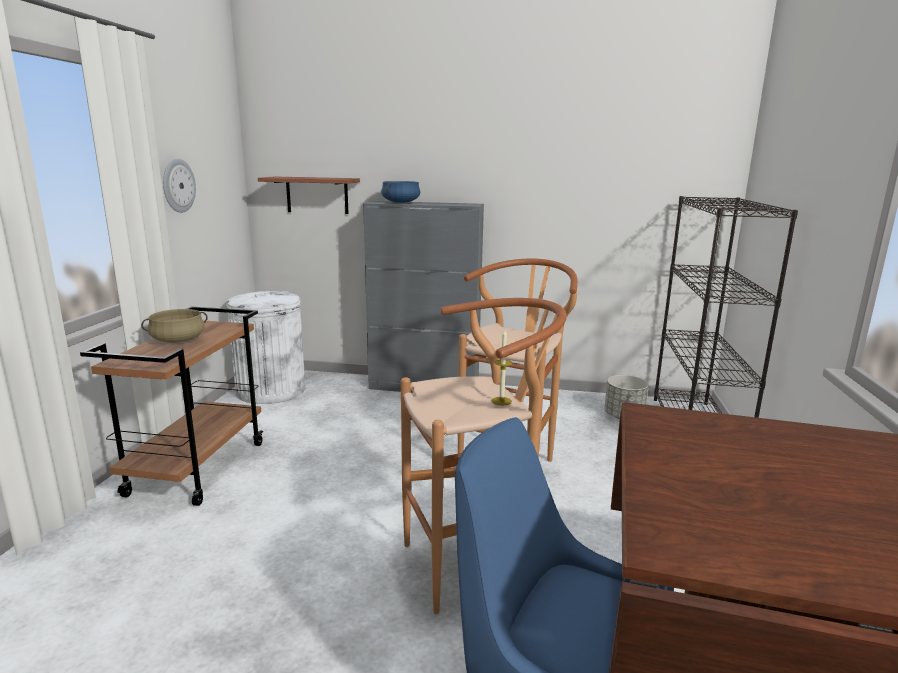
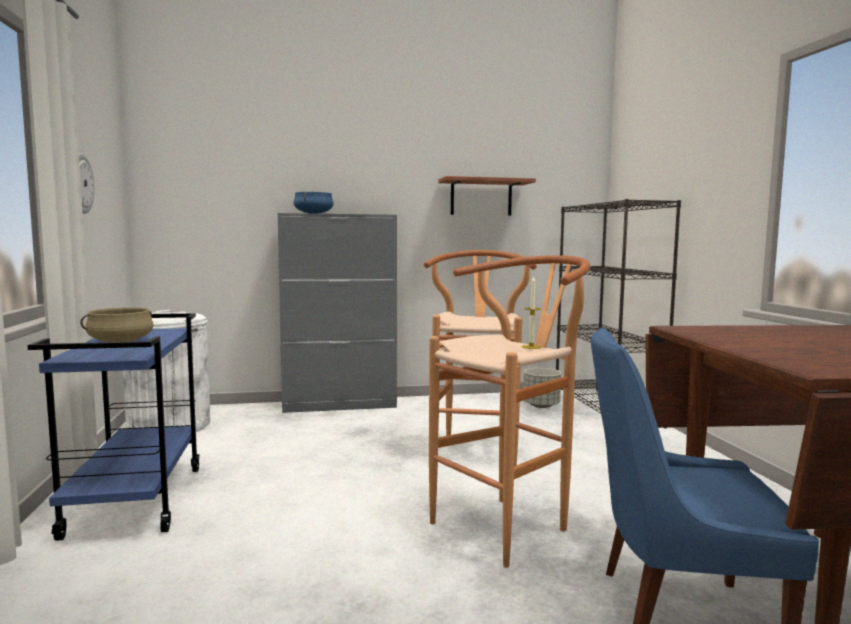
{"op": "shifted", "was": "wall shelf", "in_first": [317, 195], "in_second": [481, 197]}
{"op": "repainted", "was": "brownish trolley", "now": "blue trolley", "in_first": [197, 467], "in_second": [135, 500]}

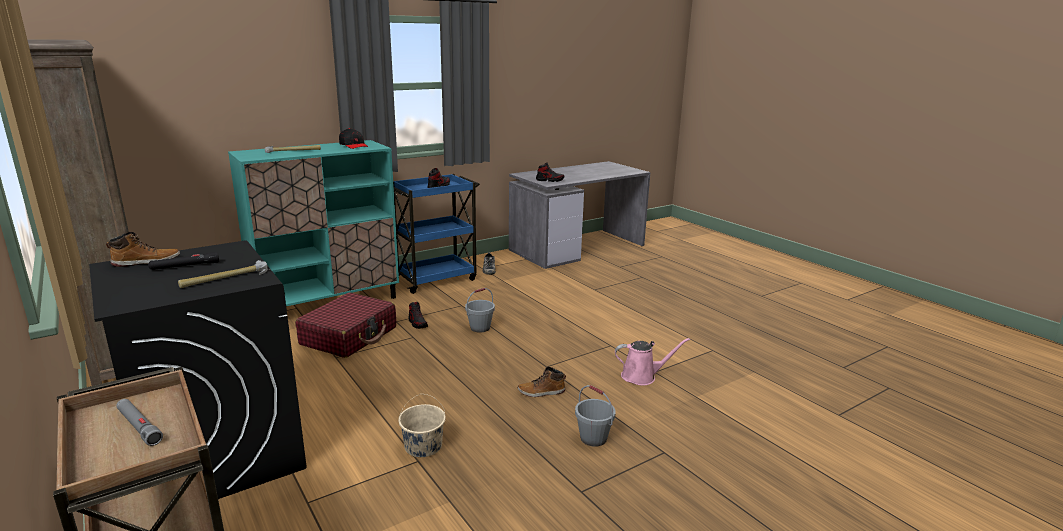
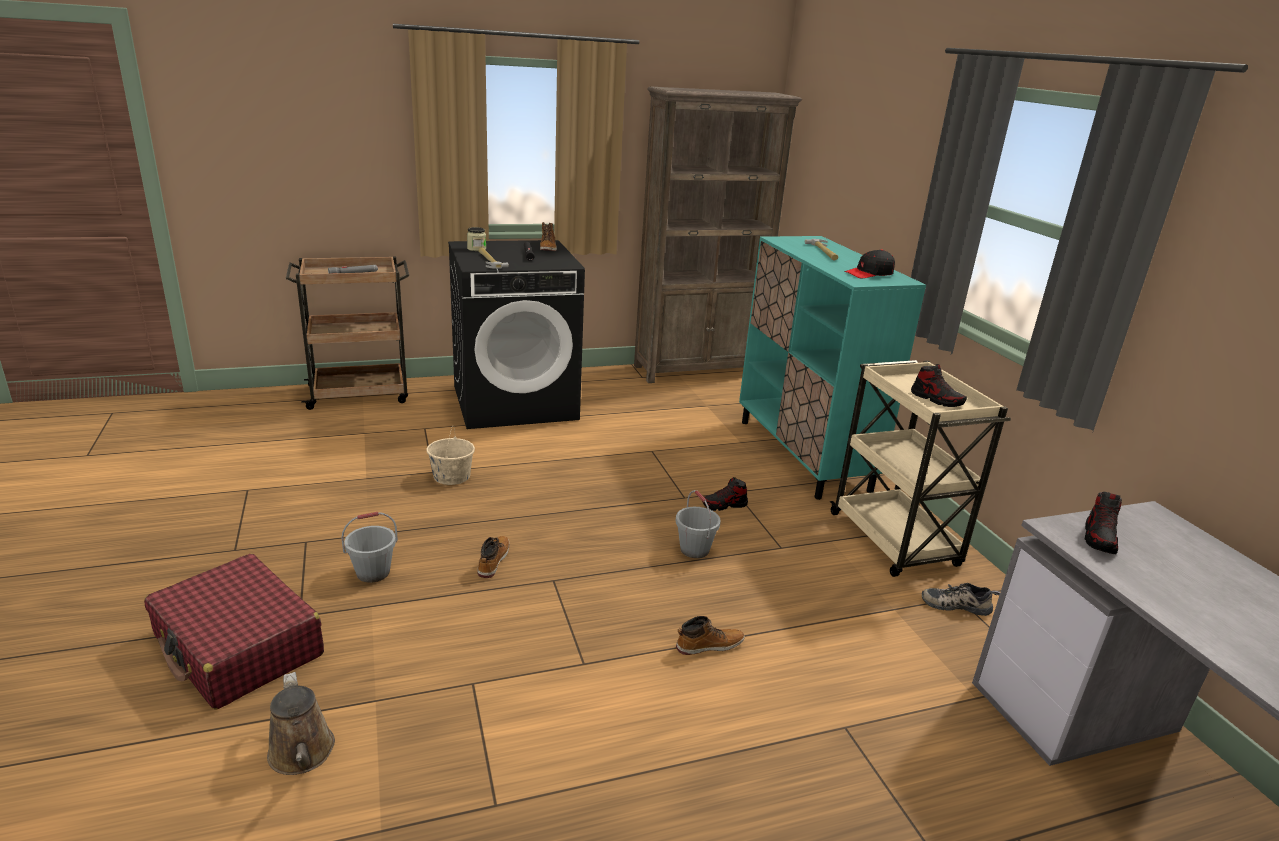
{"op": "repainted", "was": "blue trolley", "now": "beige-coloured trolley", "in_first": [436, 279], "in_second": [895, 541]}
{"op": "shifted", "was": "red-coloured piece of luggage", "in_first": [349, 336], "in_second": [239, 647]}
{"op": "gone", "was": "pink watering pot", "in_first": [642, 376]}
{"op": "new", "now": "preserve jar", "in_second": [476, 249]}
{"op": "new", "now": "high-top boot", "in_second": [709, 645]}
{"op": "new", "now": "brownish watering pot", "in_second": [302, 755]}

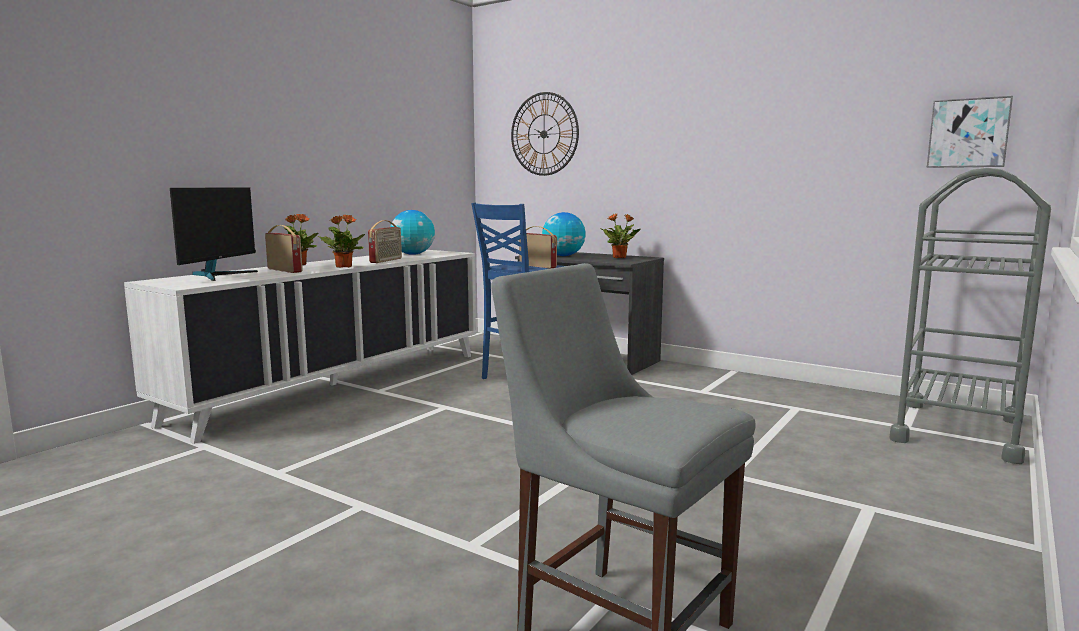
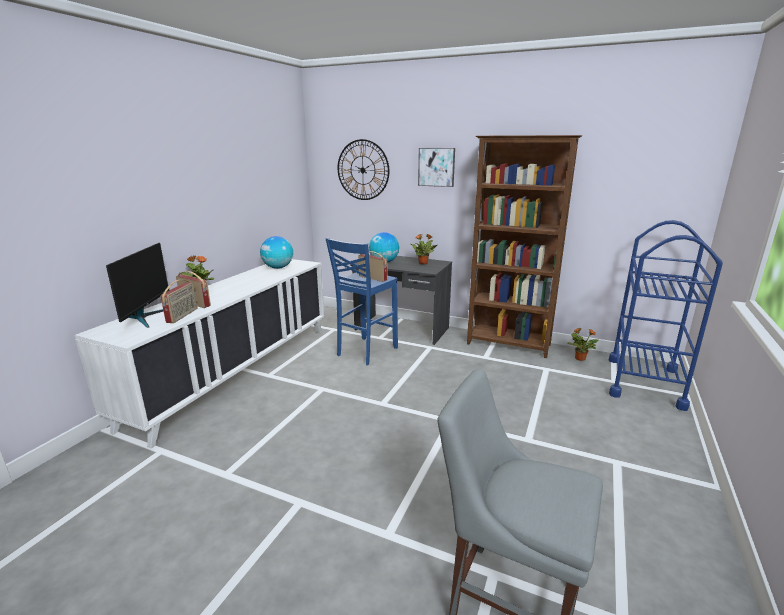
{"op": "shifted", "was": "wall picture", "in_first": [968, 133], "in_second": [436, 167]}
{"op": "repainted", "was": "greyish trolley", "now": "blue trolley", "in_first": [958, 431], "in_second": [644, 382]}
{"op": "shifted", "was": "potted plant", "in_first": [343, 266], "in_second": [579, 358]}
{"op": "shifted", "was": "radio receiver", "in_first": [386, 260], "in_second": [183, 315]}
{"op": "new", "now": "brownish shelving unit", "in_second": [509, 345]}

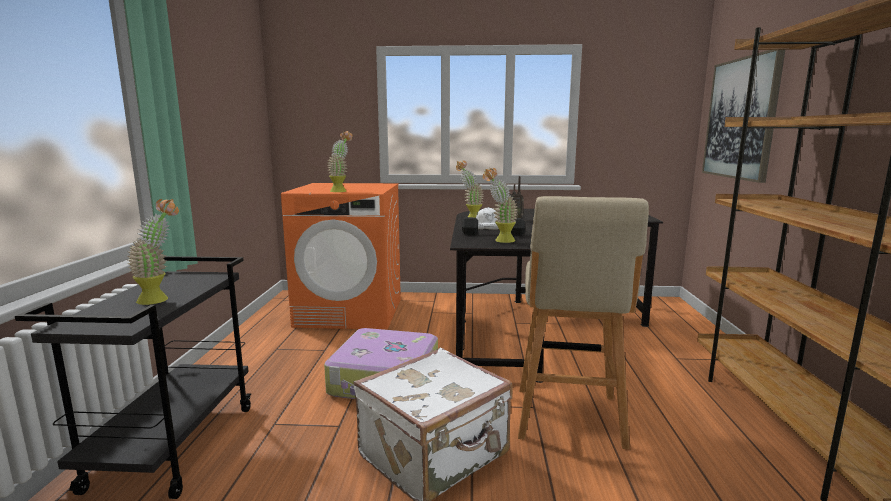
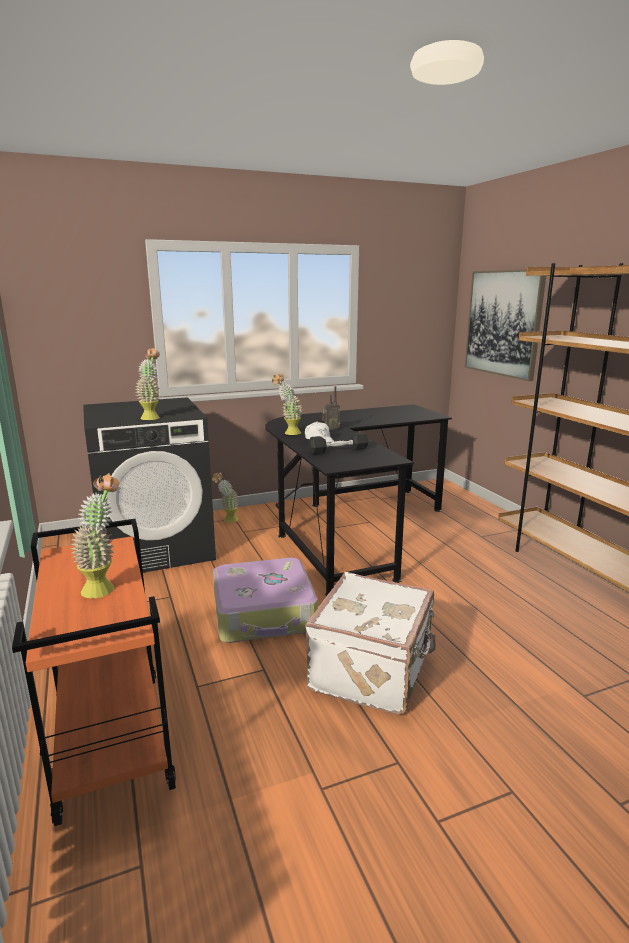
{"op": "shifted", "was": "potted plant", "in_first": [499, 241], "in_second": [227, 521]}
{"op": "repainted", "was": "orangey washing machine", "now": "blackish washing machine", "in_first": [351, 312], "in_second": [156, 548]}
{"op": "gone", "was": "beige-coloured stool", "in_first": [568, 419]}
{"op": "repainted", "was": "blackish trolley", "now": "orangey trolley", "in_first": [174, 445], "in_second": [110, 740]}

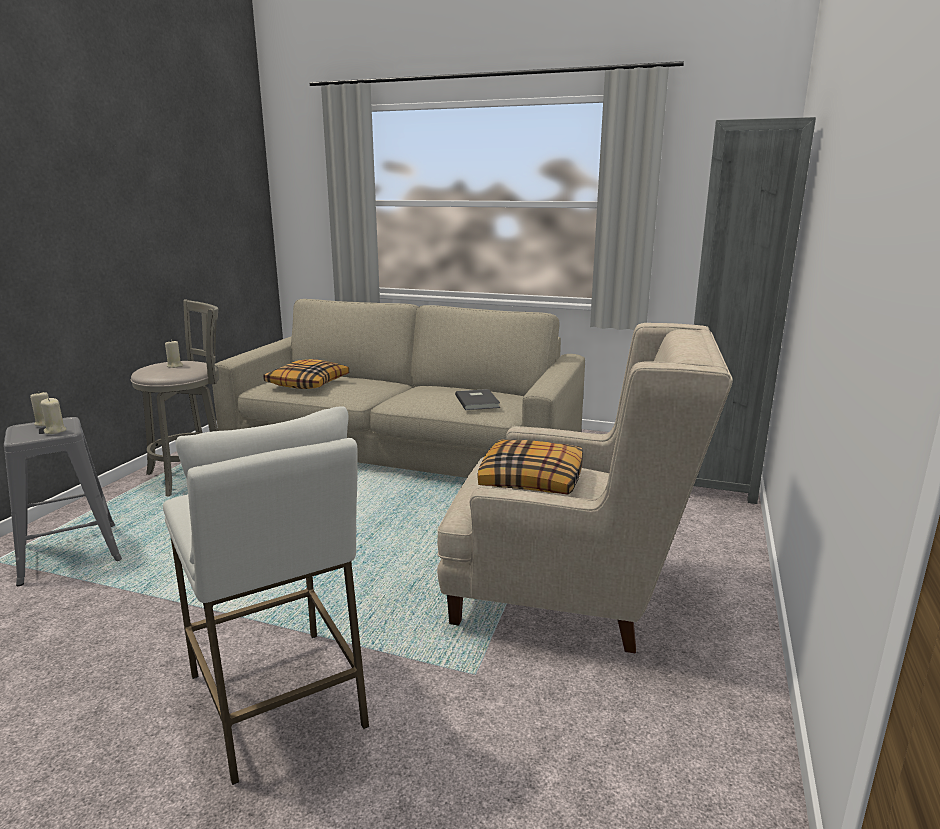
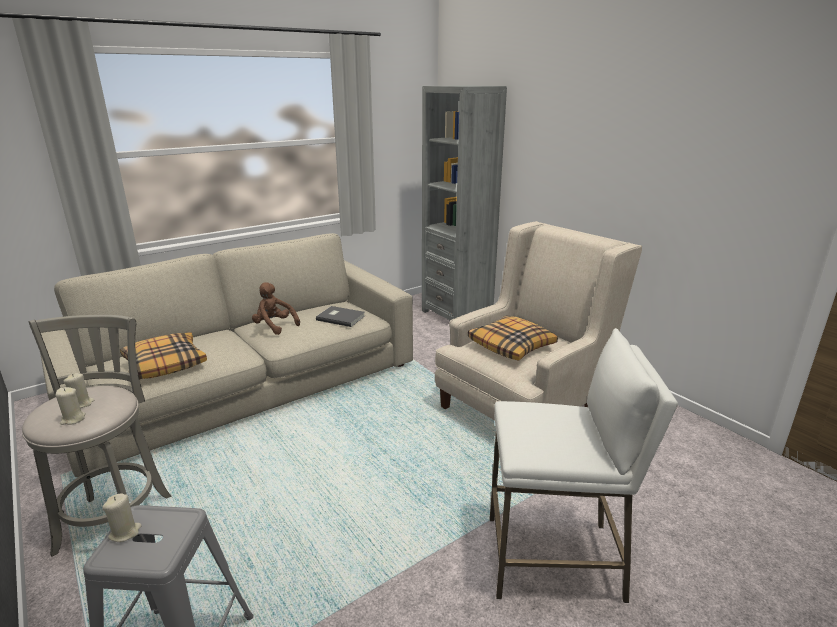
{"op": "shifted", "was": "beige-coloured wax candle", "in_first": [55, 431], "in_second": [73, 419]}
{"op": "new", "now": "brownish cuddly toy", "in_second": [274, 326]}

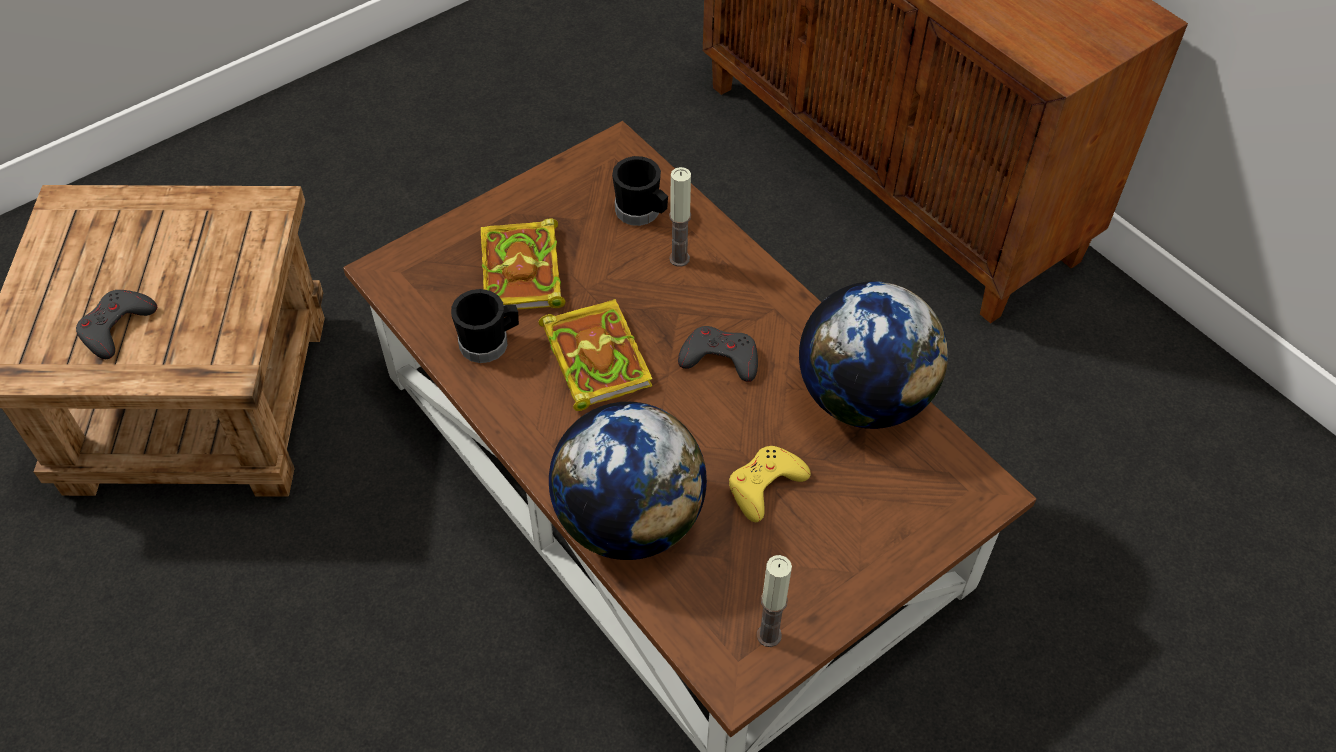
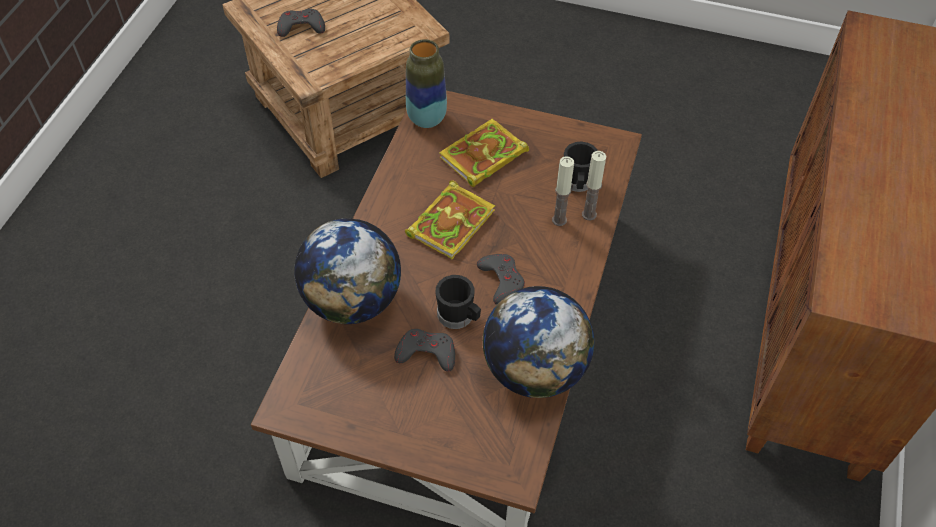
{"op": "shifted", "was": "blackish mug", "in_first": [489, 343], "in_second": [459, 316]}
{"op": "repainted", "was": "yellow-coloured joypad", "now": "greyish joypad", "in_first": [765, 485], "in_second": [426, 353]}
{"op": "shifted", "was": "wax candle", "in_first": [769, 635], "in_second": [589, 214]}
{"op": "new", "now": "vase", "in_second": [426, 119]}

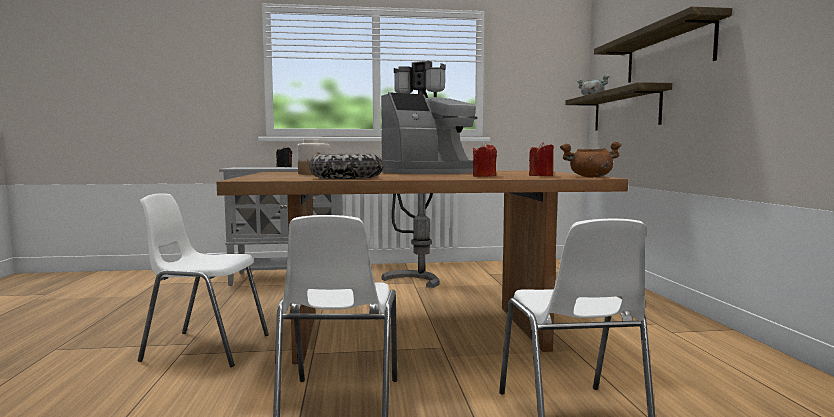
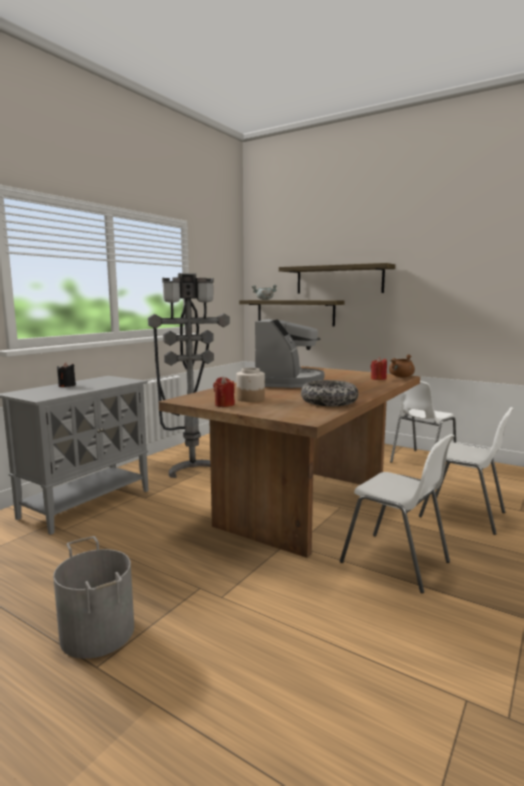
{"op": "shifted", "was": "red-coloured wax candle", "in_first": [484, 176], "in_second": [224, 405]}
{"op": "shifted", "was": "white upright chair", "in_first": [205, 348], "in_second": [422, 461]}
{"op": "new", "now": "greyish bucket", "in_second": [96, 633]}

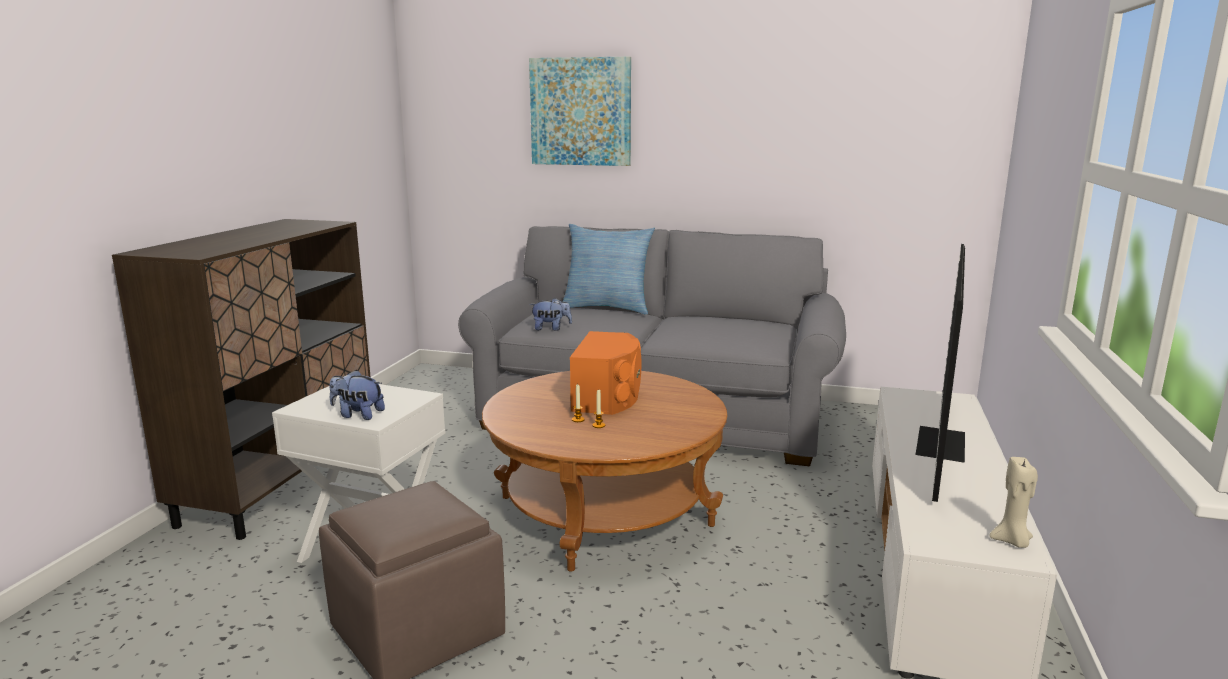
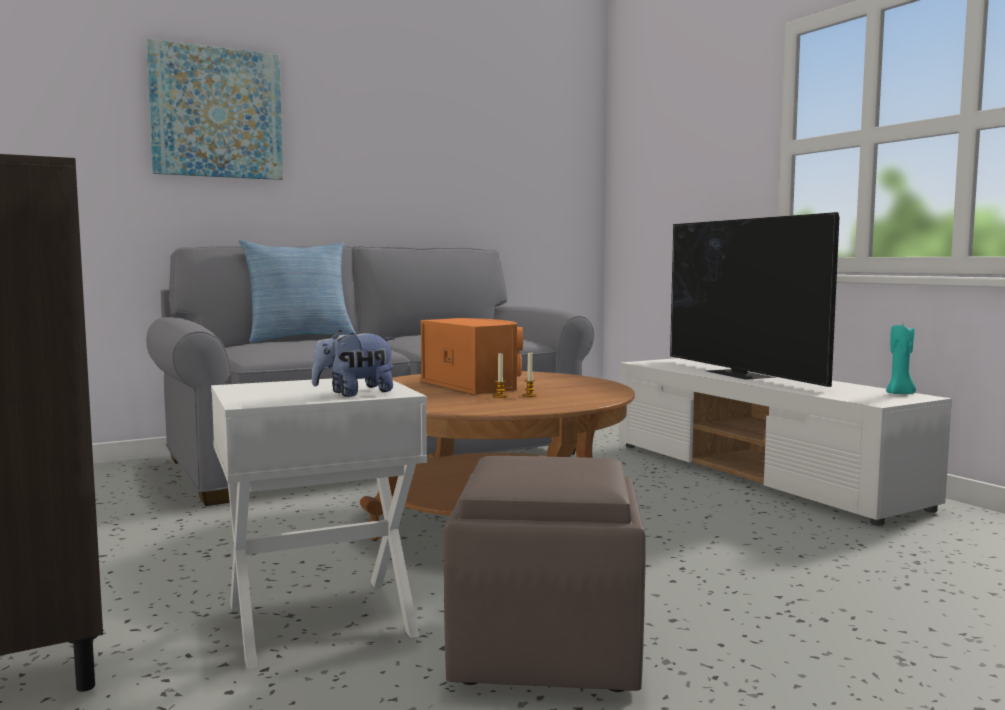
{"op": "gone", "was": "cuddly toy", "in_first": [551, 328]}
{"op": "repainted", "was": "beige-coloured wax candle", "now": "turquoise wax candle", "in_first": [1012, 541], "in_second": [900, 394]}

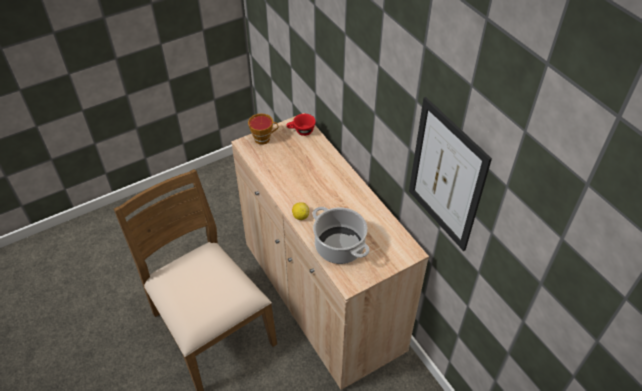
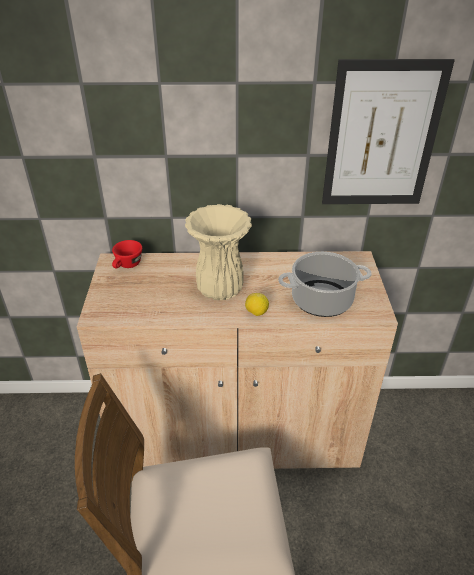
{"op": "gone", "was": "small cup", "in_first": [264, 138]}
{"op": "new", "now": "beige-coloured vase", "in_second": [220, 289]}

